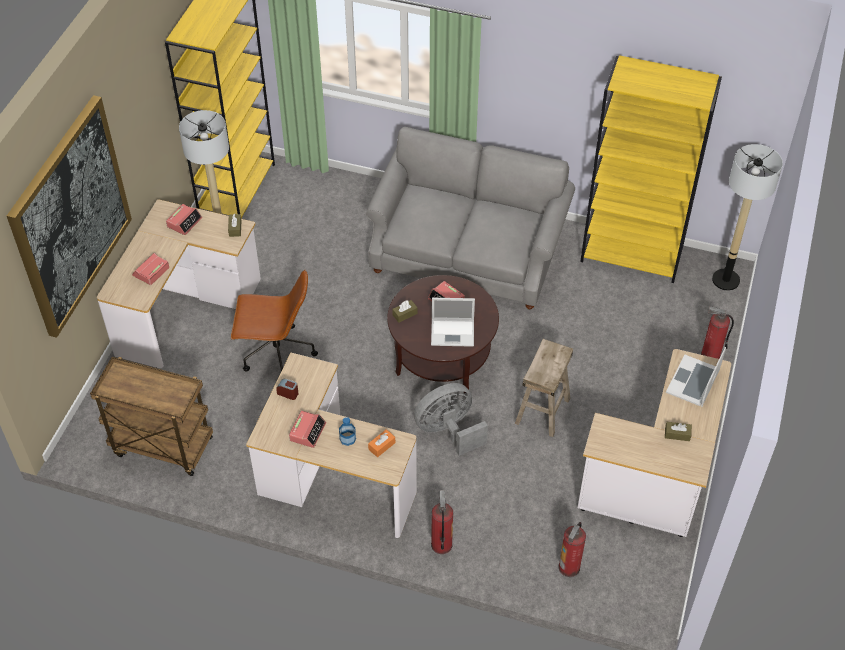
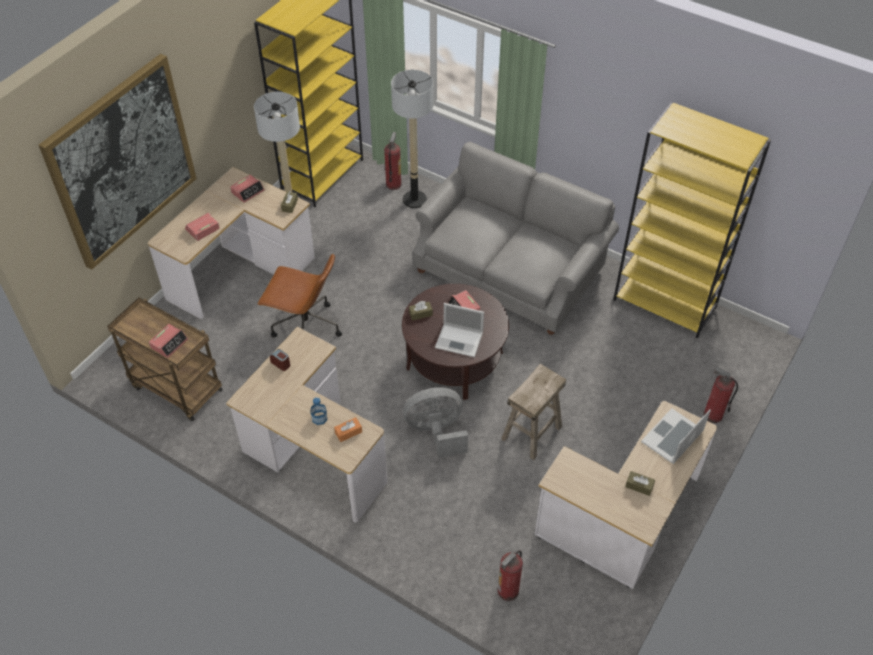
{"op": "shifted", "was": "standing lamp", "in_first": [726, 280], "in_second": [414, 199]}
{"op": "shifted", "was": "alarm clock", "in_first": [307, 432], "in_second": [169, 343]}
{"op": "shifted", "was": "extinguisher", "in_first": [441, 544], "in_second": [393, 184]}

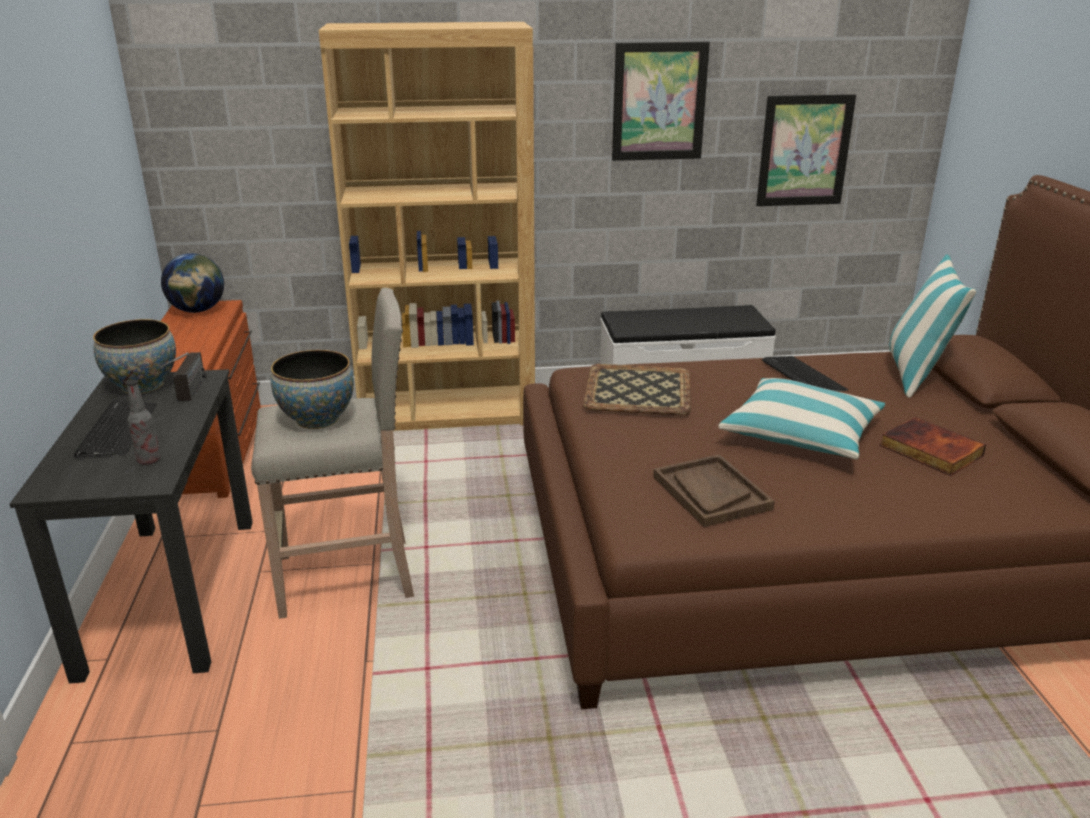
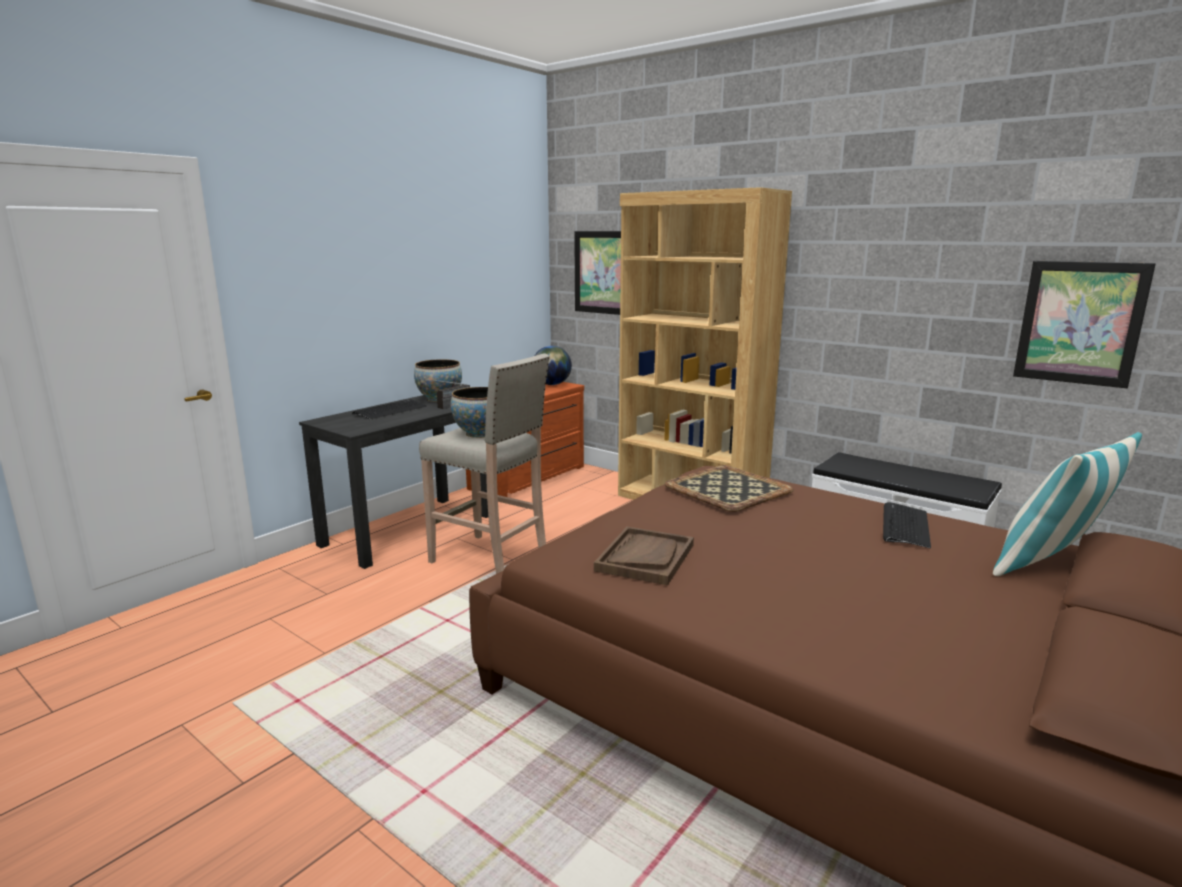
{"op": "shifted", "was": "wall picture", "in_first": [659, 102], "in_second": [601, 272]}
{"op": "gone", "was": "throw pillow", "in_first": [801, 434]}
{"op": "gone", "was": "drink bottle", "in_first": [149, 460]}
{"op": "gone", "was": "book", "in_first": [929, 451]}

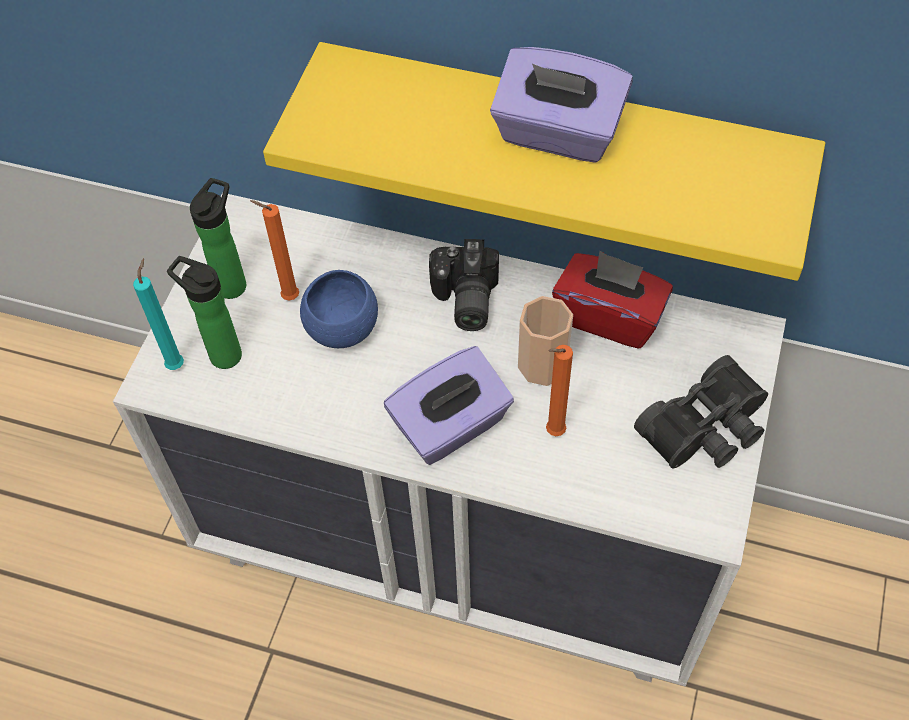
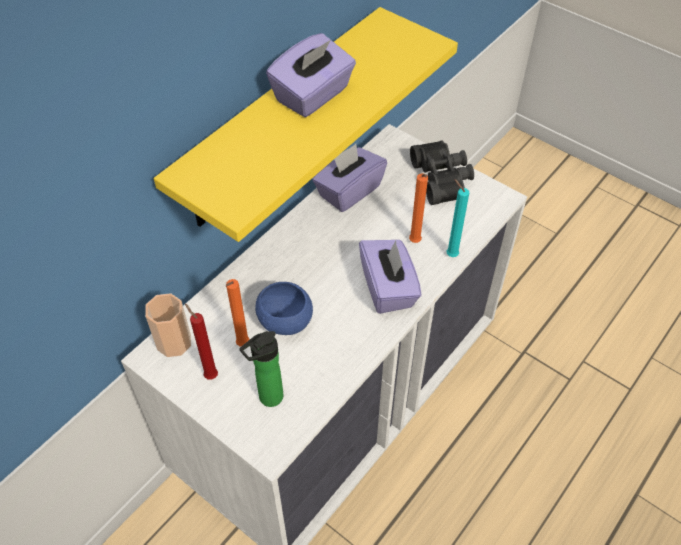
{"op": "swapped", "was": "drink bottle", "now": "red-coloured wax candle", "in_first": [233, 282], "in_second": [210, 375]}
{"op": "gone", "was": "still camera", "in_first": [463, 300]}
{"op": "repainted", "was": "red-coloured box of tissues", "now": "purple-coloured box of tissues", "in_first": [609, 316], "in_second": [349, 191]}
{"op": "shifted", "was": "turquoise wax candle", "in_first": [177, 363], "in_second": [450, 254]}
{"op": "shifted", "was": "small cup", "in_first": [542, 365], "in_second": [174, 342]}

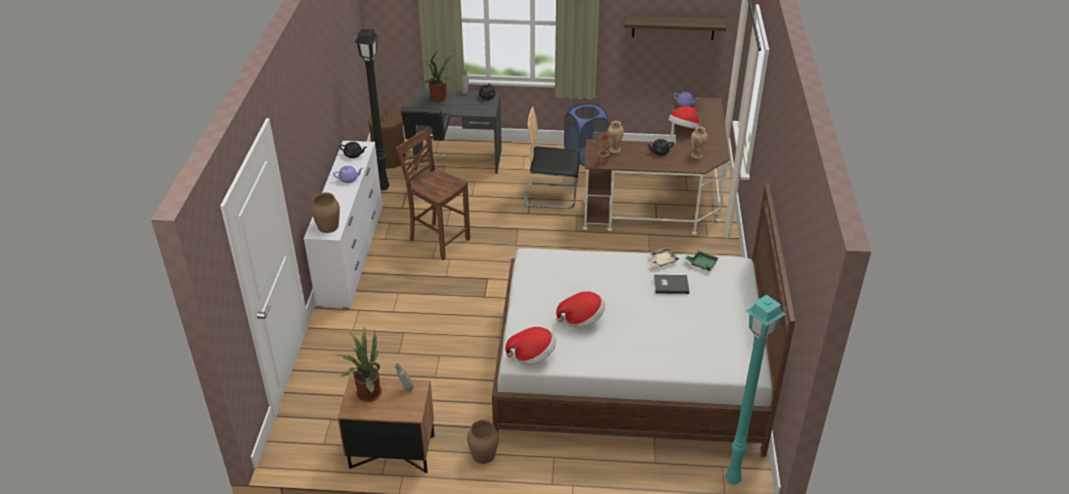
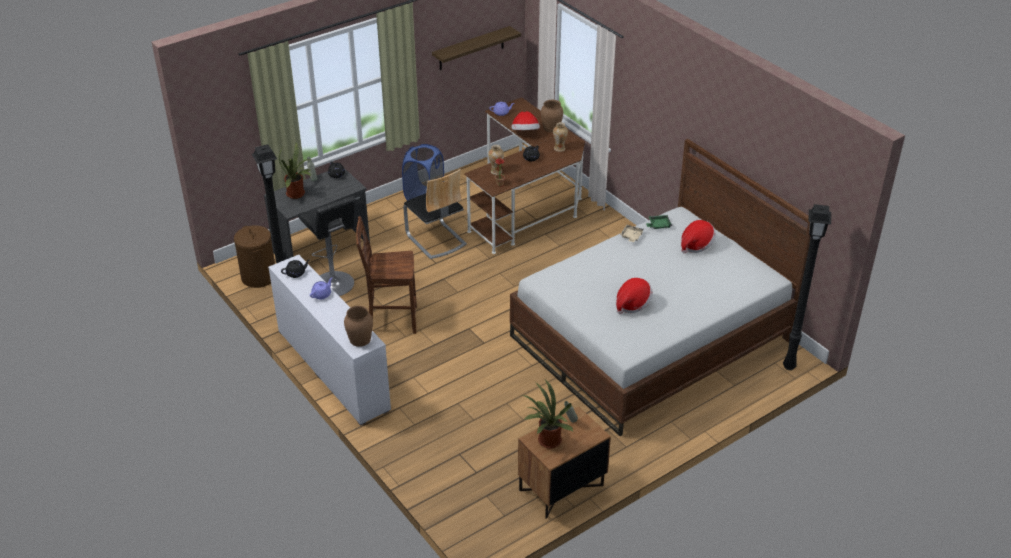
{"op": "rotated", "was": "upright chair", "in_first": [551, 195], "in_second": [435, 240], "clockwise": -90}
{"op": "gone", "was": "greyish book", "in_first": [670, 285]}
{"op": "repainted", "was": "turquoise standing lamp", "now": "blackish standing lamp", "in_first": [731, 479], "in_second": [788, 367]}
{"op": "shifted", "was": "clothing hat", "in_first": [532, 355], "in_second": [696, 245]}
{"op": "shifted", "was": "brownish vase", "in_first": [483, 454], "in_second": [551, 128]}

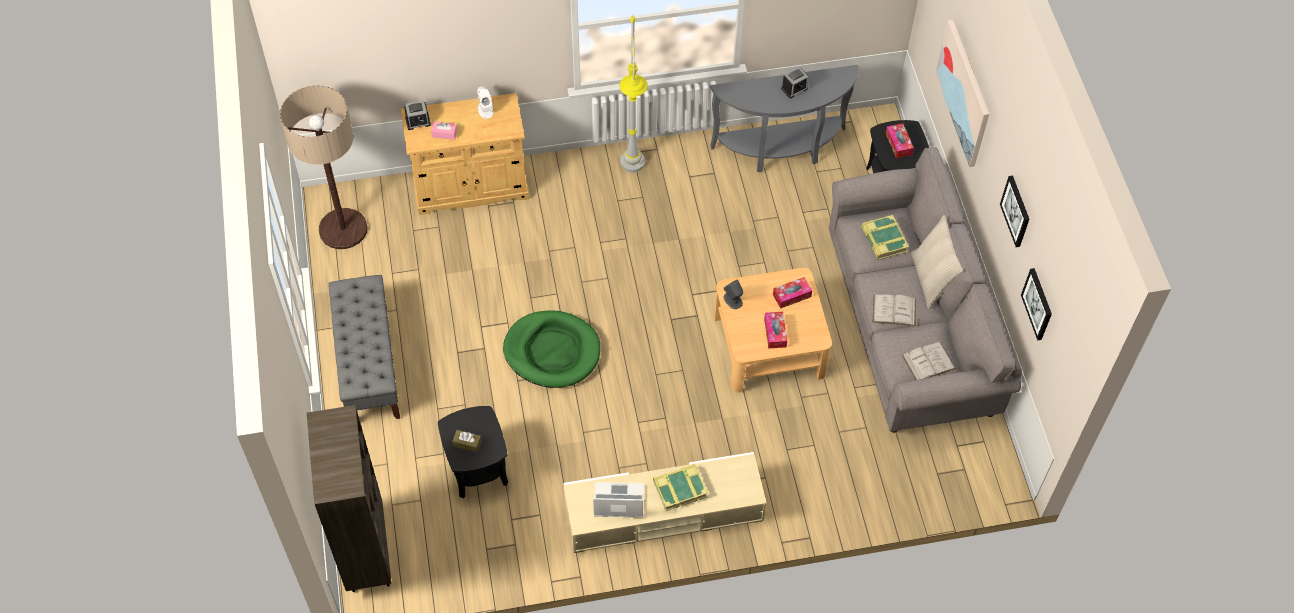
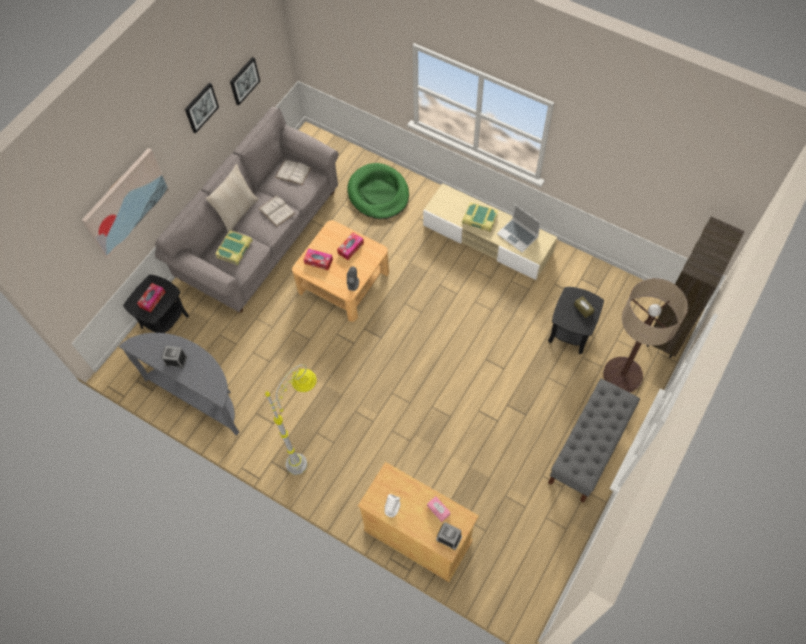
{"op": "shifted", "was": "standing lamp", "in_first": [343, 229], "in_second": [622, 375]}
{"op": "shifted", "was": "greenish dog bed", "in_first": [552, 351], "in_second": [378, 193]}

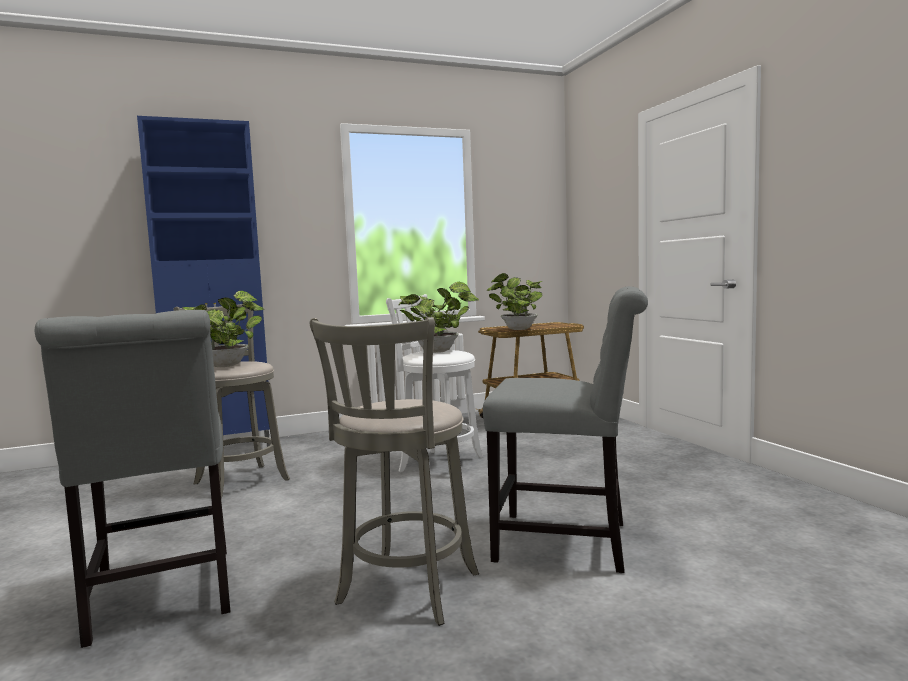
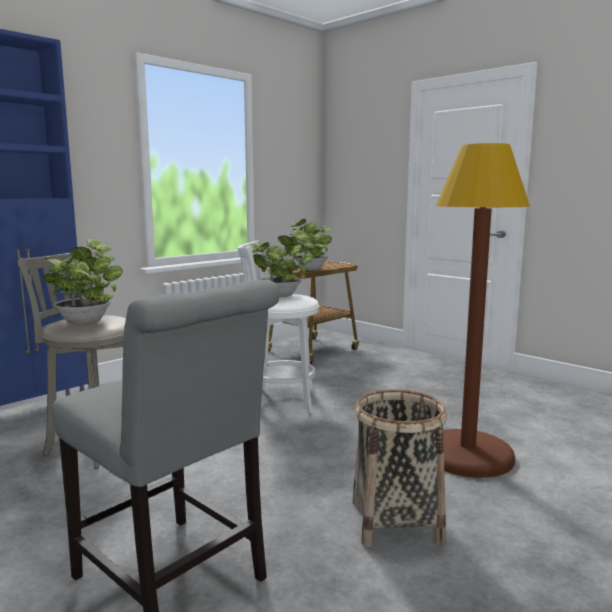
{"op": "swapped", "was": "greyish upright chair", "now": "brownish standing lamp", "in_first": [570, 543], "in_second": [467, 455]}
{"op": "swapped", "was": "greyish stool", "now": "storage basket", "in_first": [405, 592], "in_second": [395, 522]}

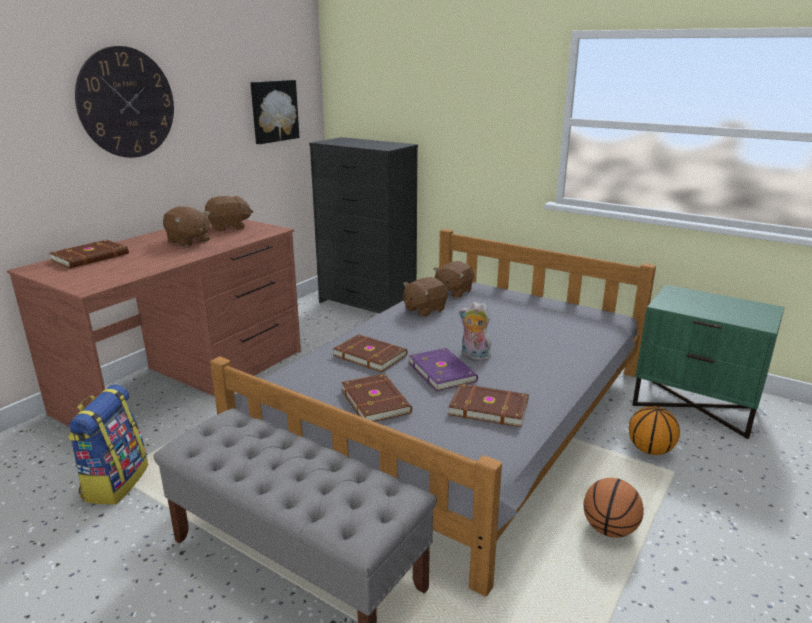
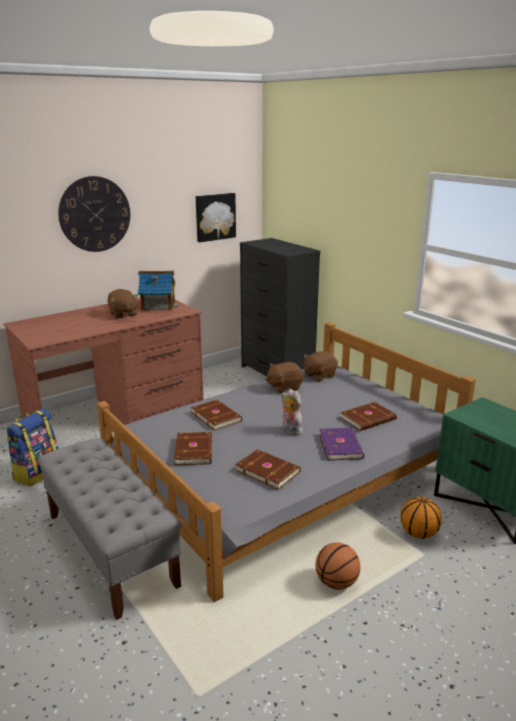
{"op": "swapped", "was": "brownish cuddly toy", "now": "model house", "in_first": [229, 227], "in_second": [158, 305]}
{"op": "shifted", "was": "brownish book", "in_first": [91, 257], "in_second": [368, 419]}
{"op": "shifted", "was": "purple-coloured book", "in_first": [442, 371], "in_second": [341, 446]}

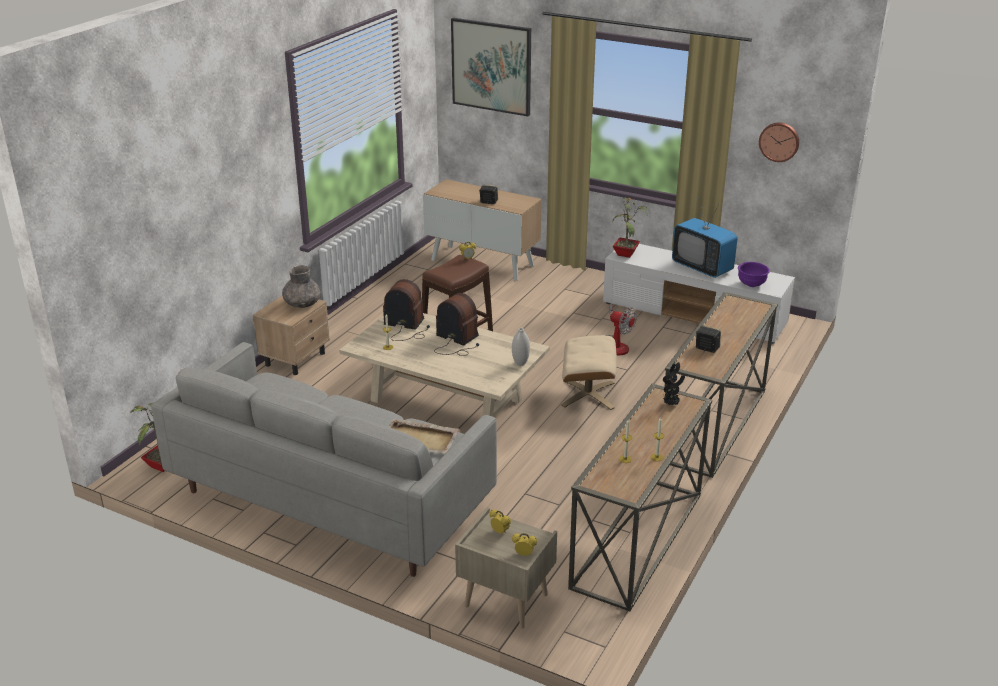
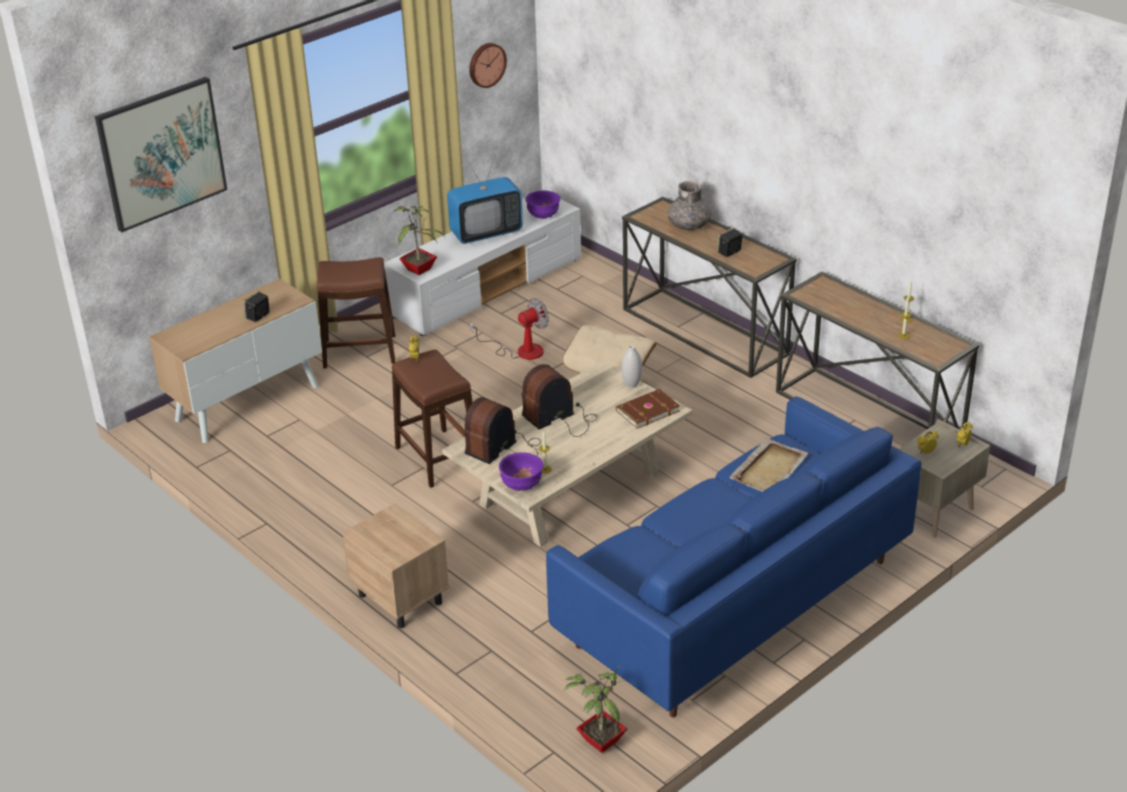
{"op": "shifted", "was": "greyish vase", "in_first": [302, 304], "in_second": [689, 225]}
{"op": "repainted", "was": "greyish settee", "now": "blue settee", "in_first": [331, 500], "in_second": [731, 604]}
{"op": "gone", "was": "potted plant", "in_first": [671, 404]}
{"op": "new", "now": "brownish stool", "in_second": [359, 351]}
{"op": "new", "now": "brownish book", "in_second": [647, 410]}
{"op": "new", "now": "purple-coloured deep dish", "in_second": [522, 486]}

